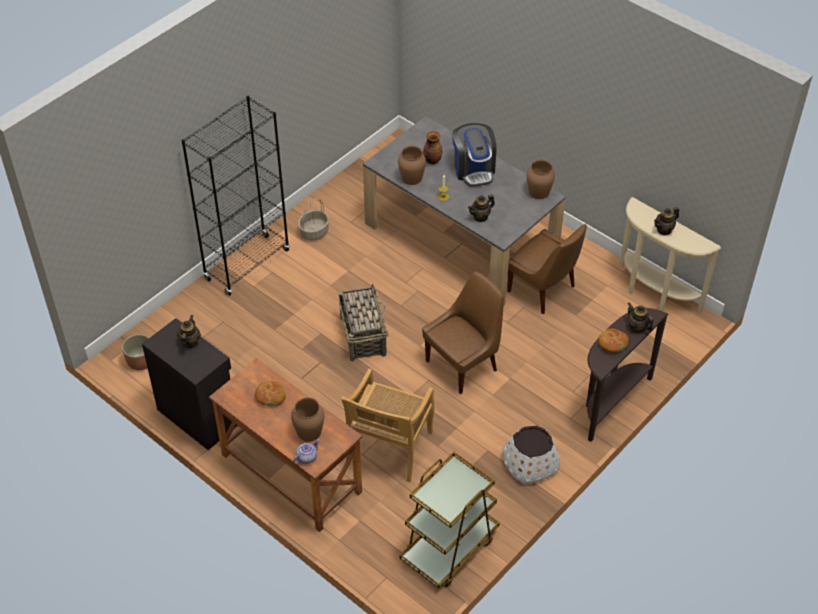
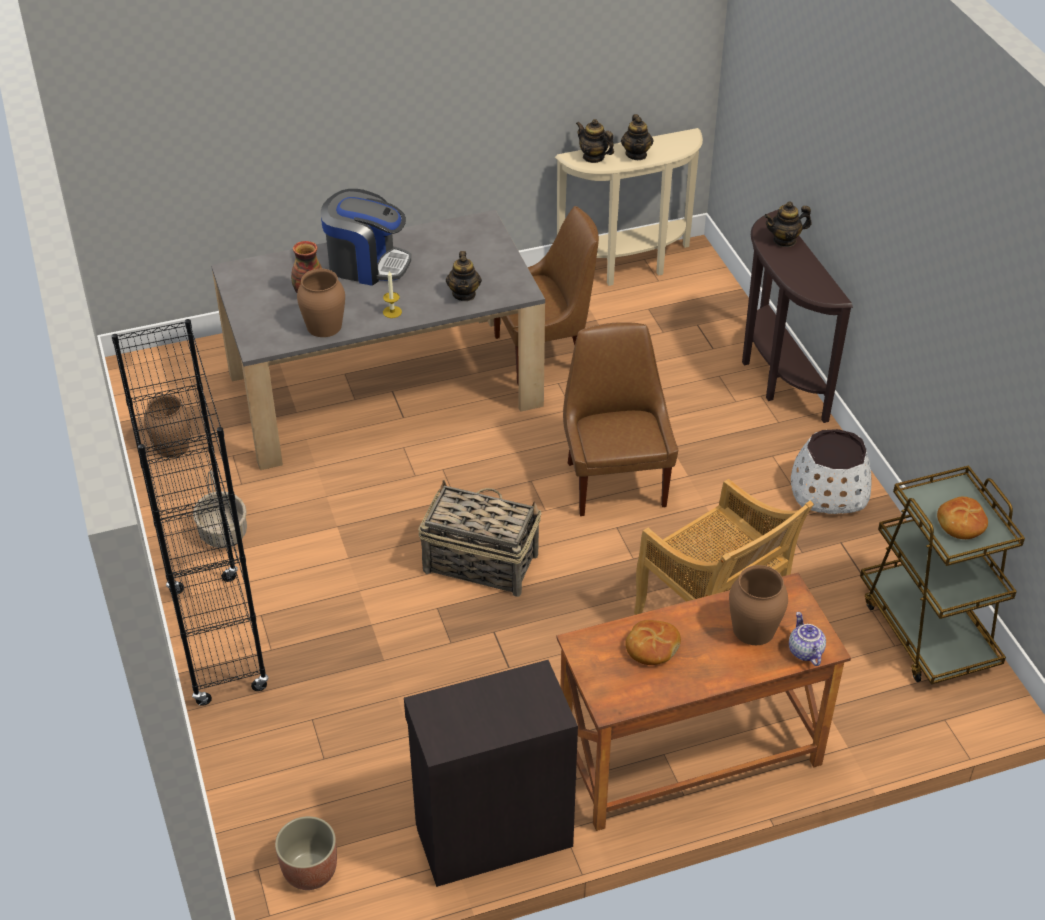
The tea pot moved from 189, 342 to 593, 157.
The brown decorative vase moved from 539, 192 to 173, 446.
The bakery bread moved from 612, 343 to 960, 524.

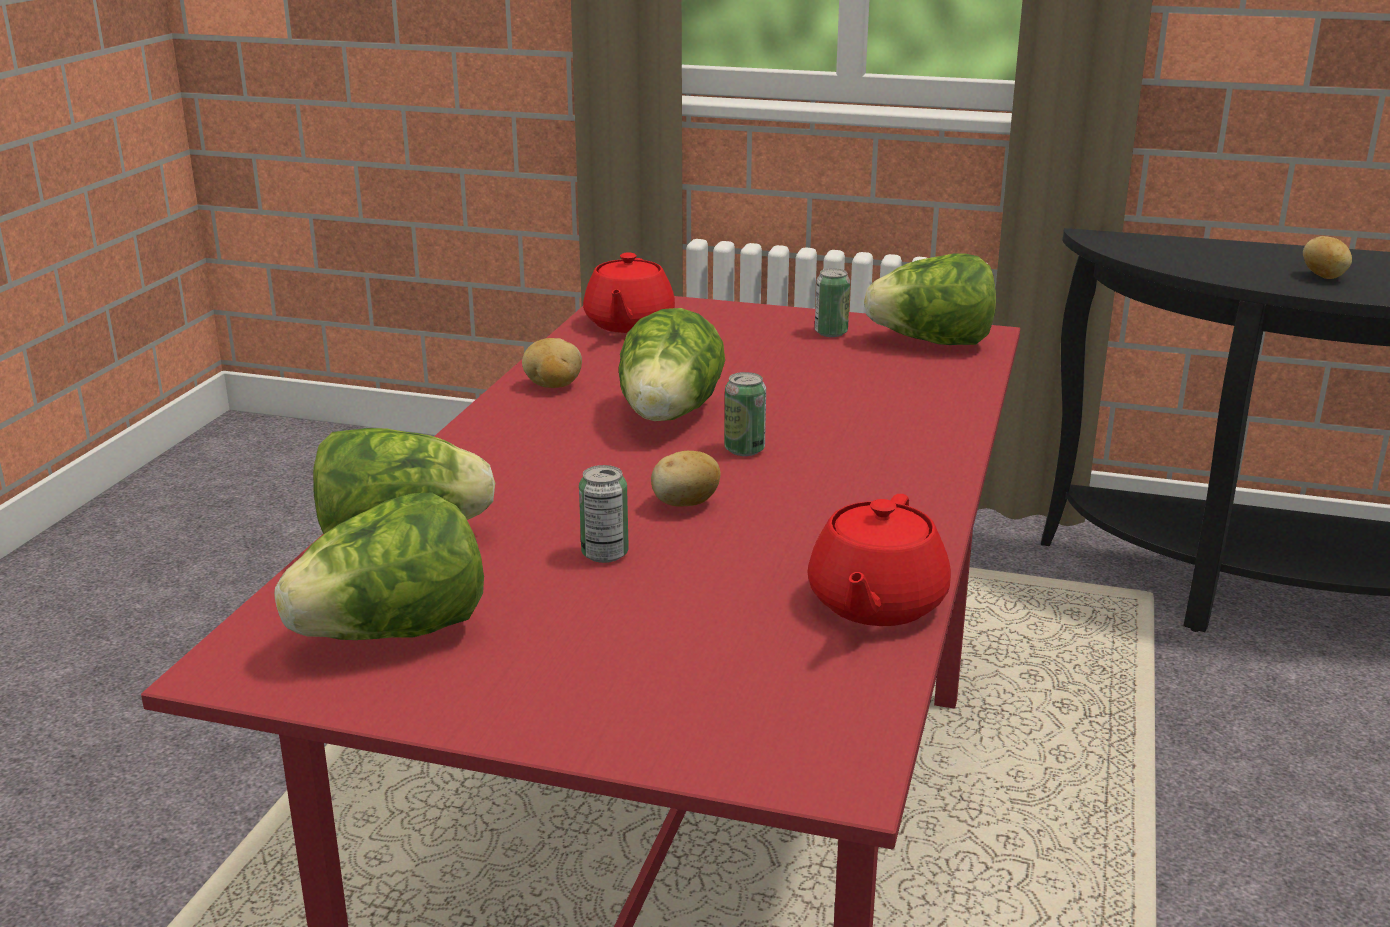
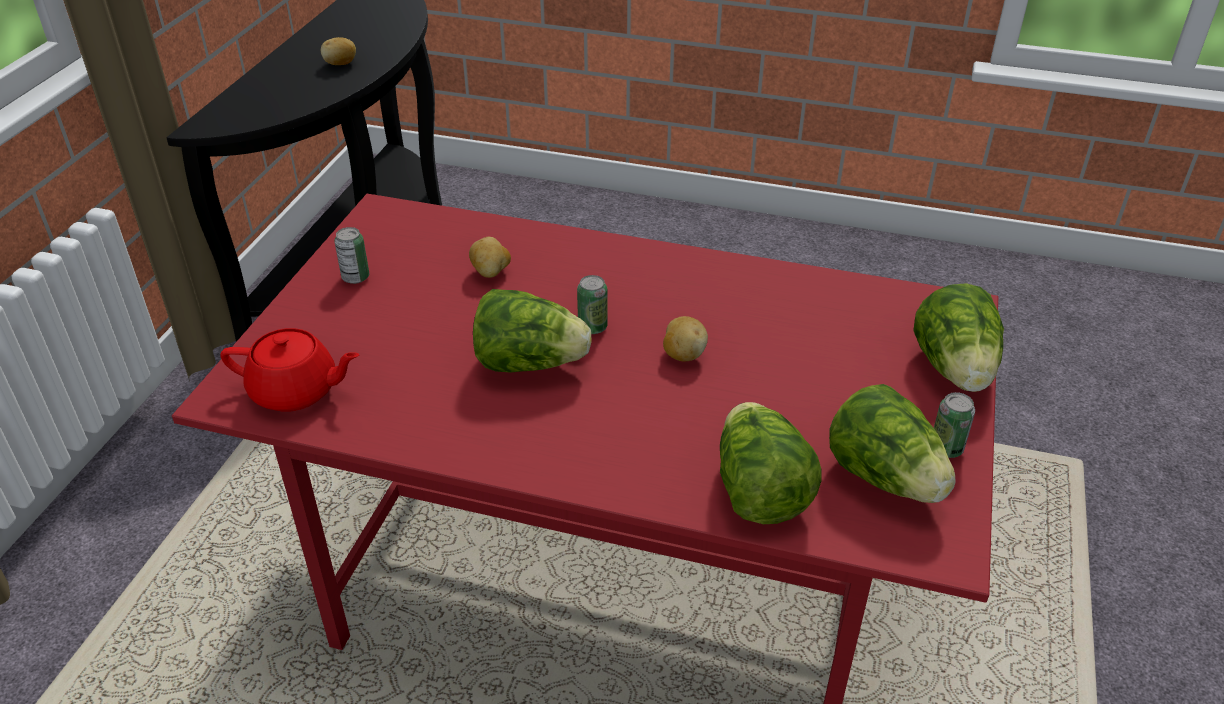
The potato moved from 552, 386 to 491, 272.
The can moved from 605, 554 to 946, 448.
The reddish tea pot at 875, 604 disappeared.
The lettuce head moved from 932, 342 to 955, 370.

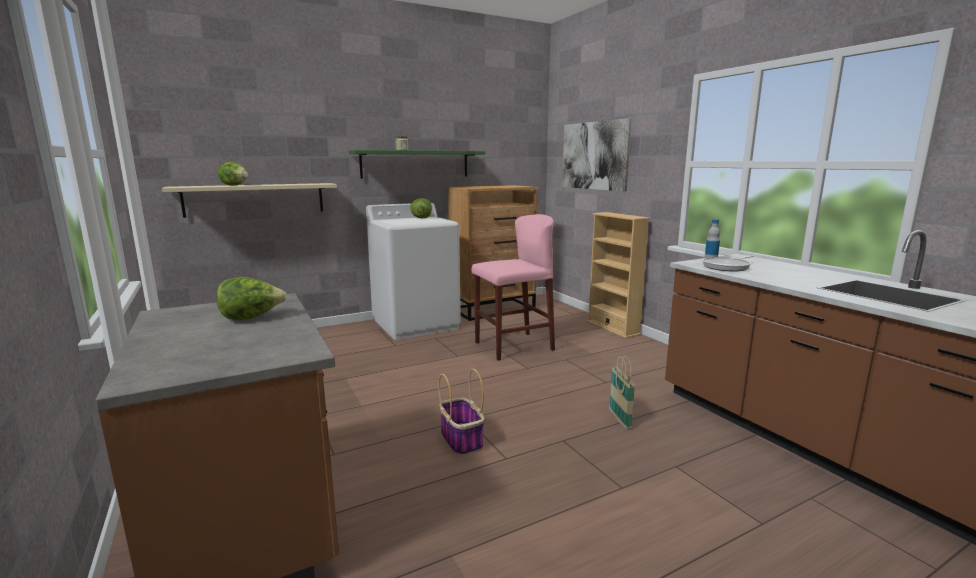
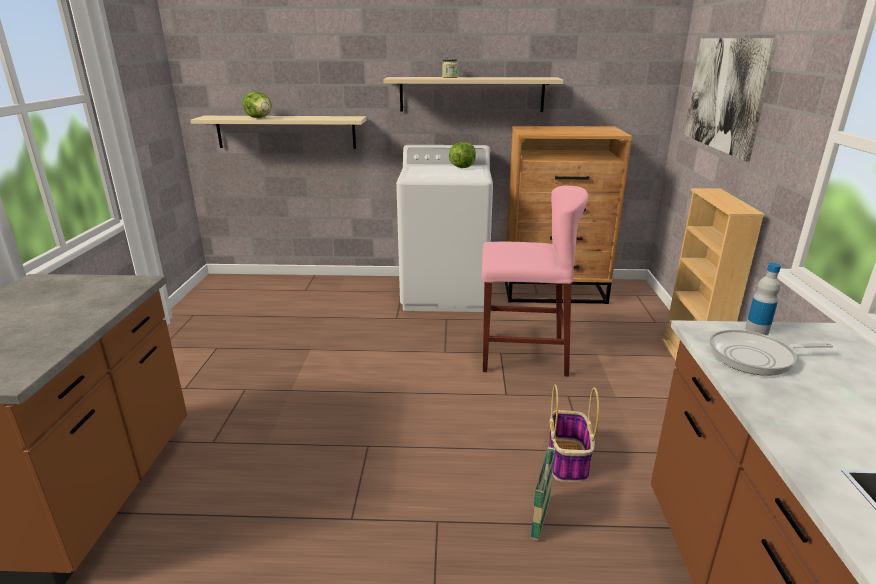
The lettuce head at 252, 318 disappeared.
The green bracket shelf at 415, 164 became the beige-coloured bracket shelf at 471, 94.
The household basket moved from 462, 440 to 568, 461.

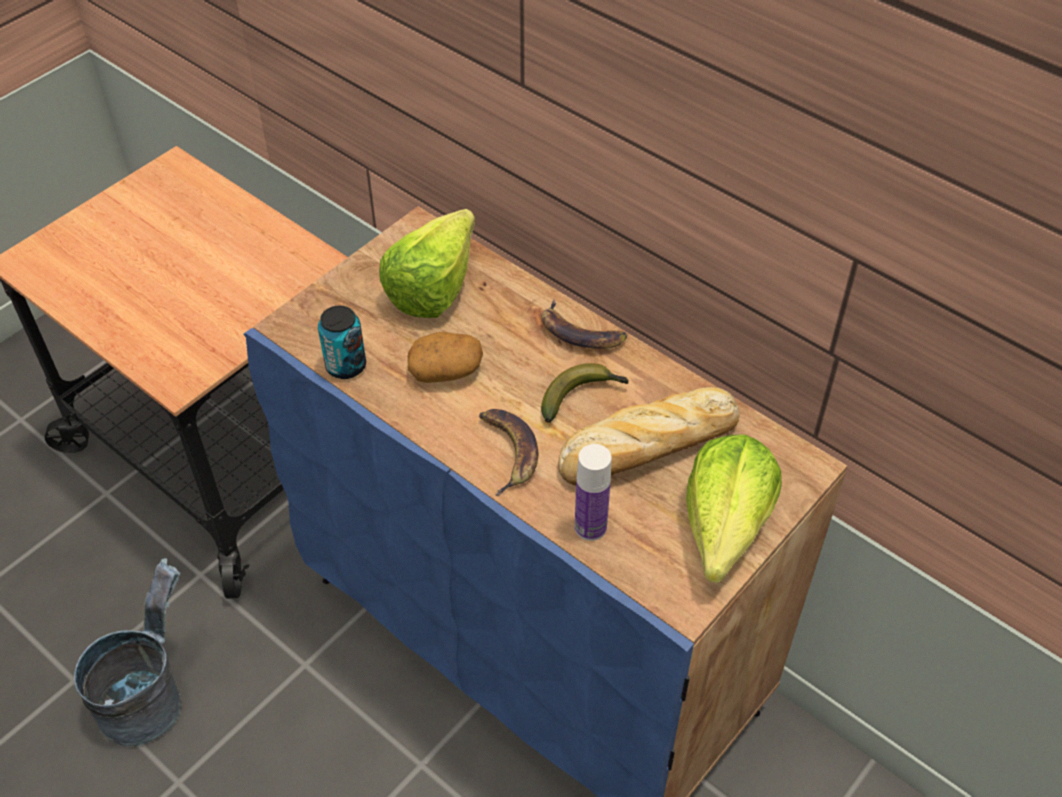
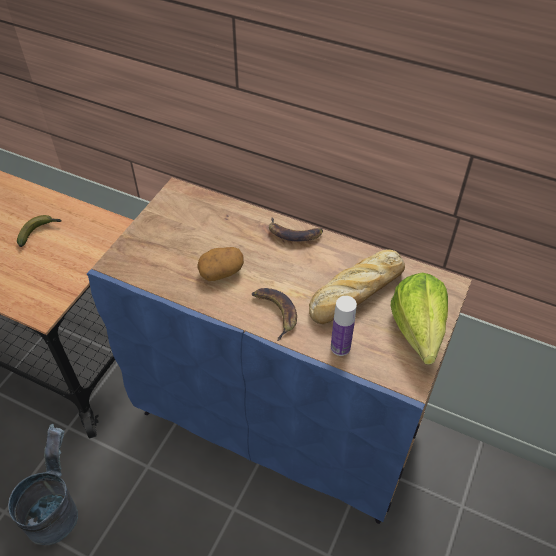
The can at 346, 366 disappeared.
The lettuce head at 441, 283 disappeared.
The banana moved from 582, 396 to 39, 232.

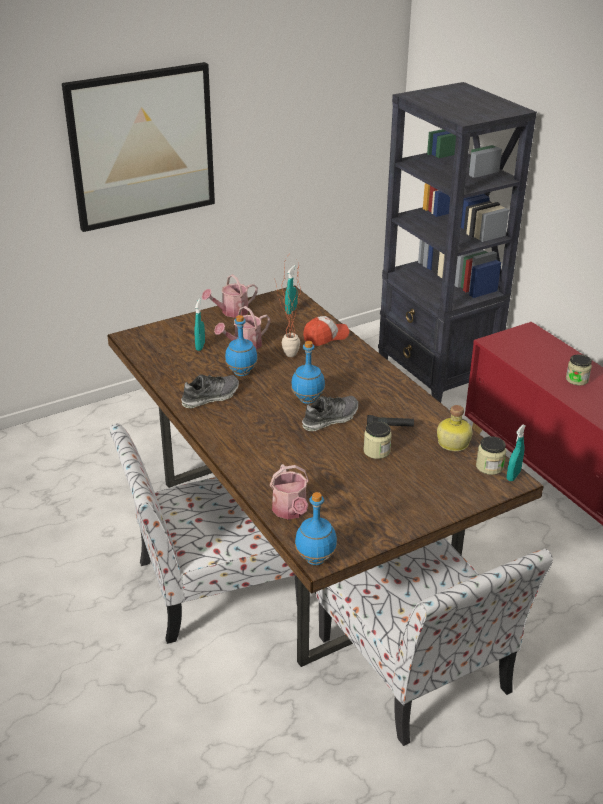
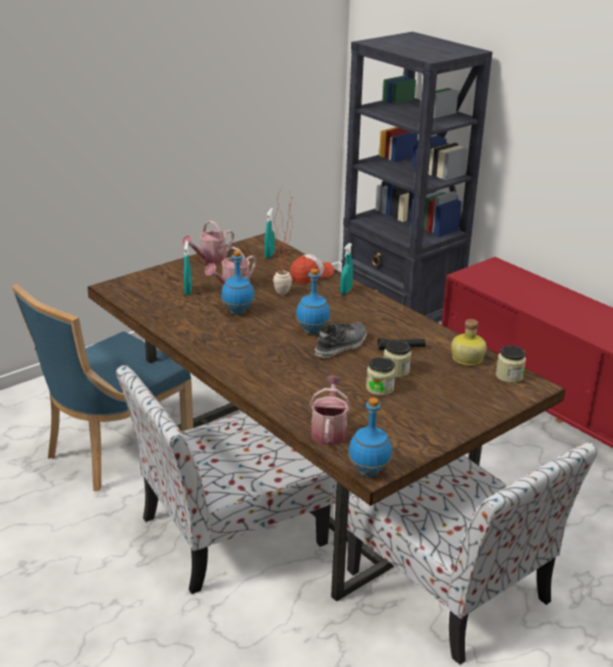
The wall art at 142, 146 disappeared.
The item of footwear at 210, 397 disappeared.
The watering pot at 291, 511 turned 150 degrees counterclockwise.
The turquoise spray bottle moved from 513, 476 to 346, 291.
The jar moved from 577, 379 to 379, 388.
The blue-coloured chair at 113, 451 appeared.

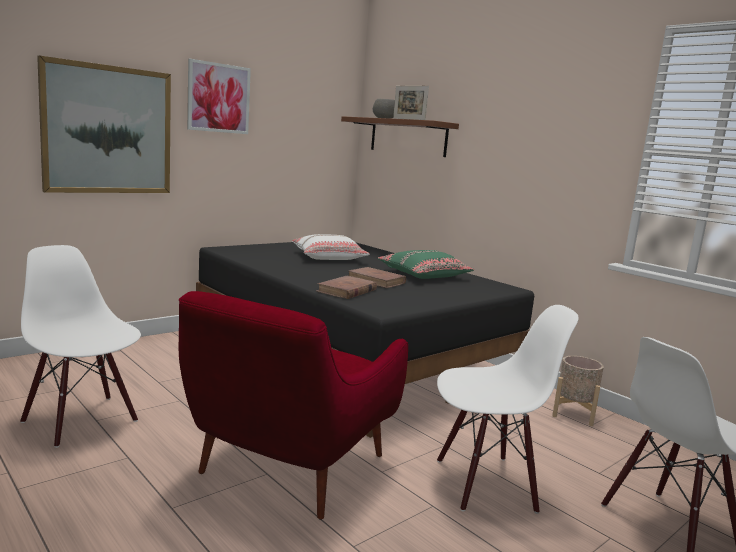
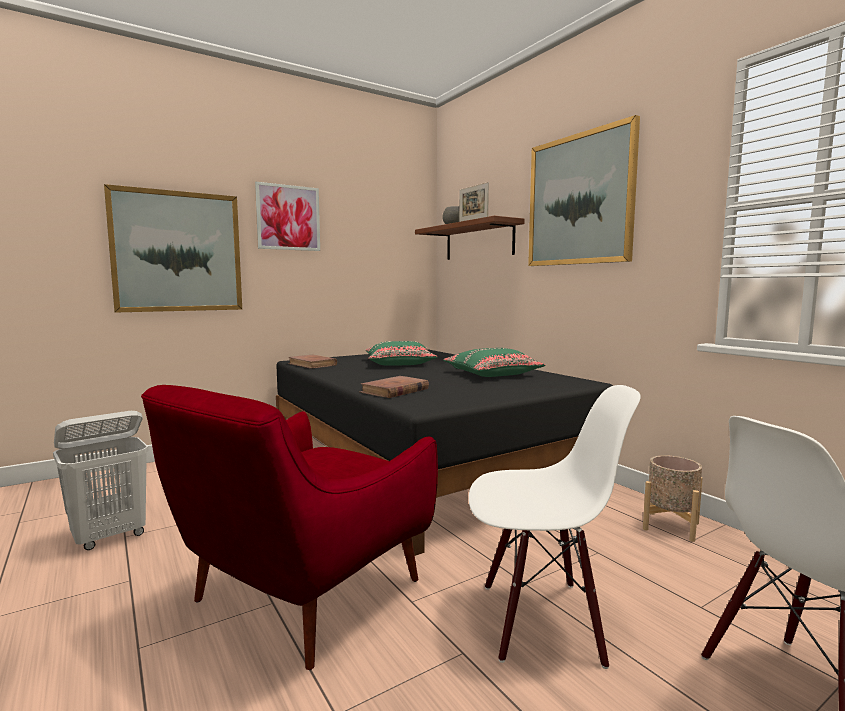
The whitish chair at 82, 420 was replaced by the whitish hamper at 110, 537.
The whitish pillow at 329, 257 became the green pillow at 400, 363.
The brown volume moved from 376, 281 to 312, 364.
The wall art at 579, 200 appeared.

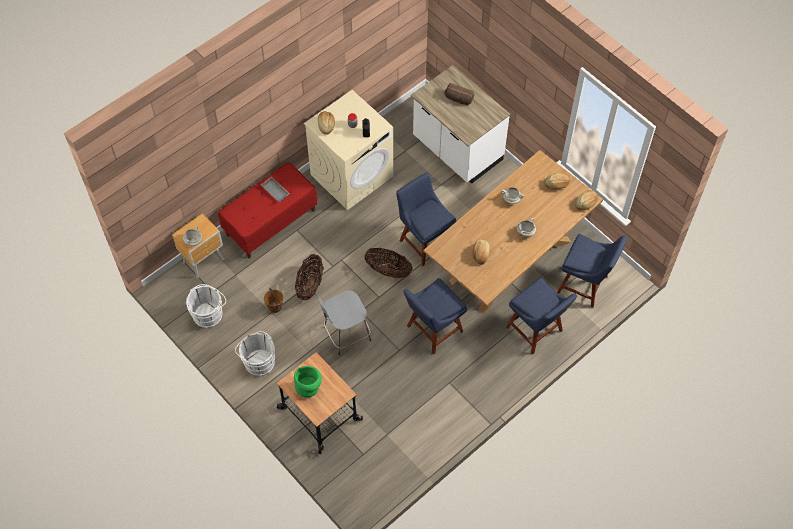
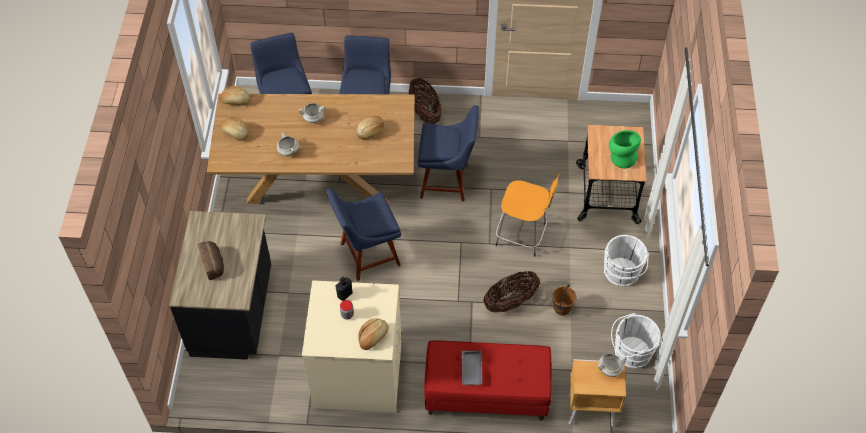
The grey stool seat at 345, 334 became the orange stool seat at 522, 235.
The household basket moved from 388, 270 to 425, 112.
The blue-coloured chair at 424, 241 turned 60 degrees clockwise.
The whitish kitchen base unit at 456, 150 became the blackish kitchen base unit at 234, 312.

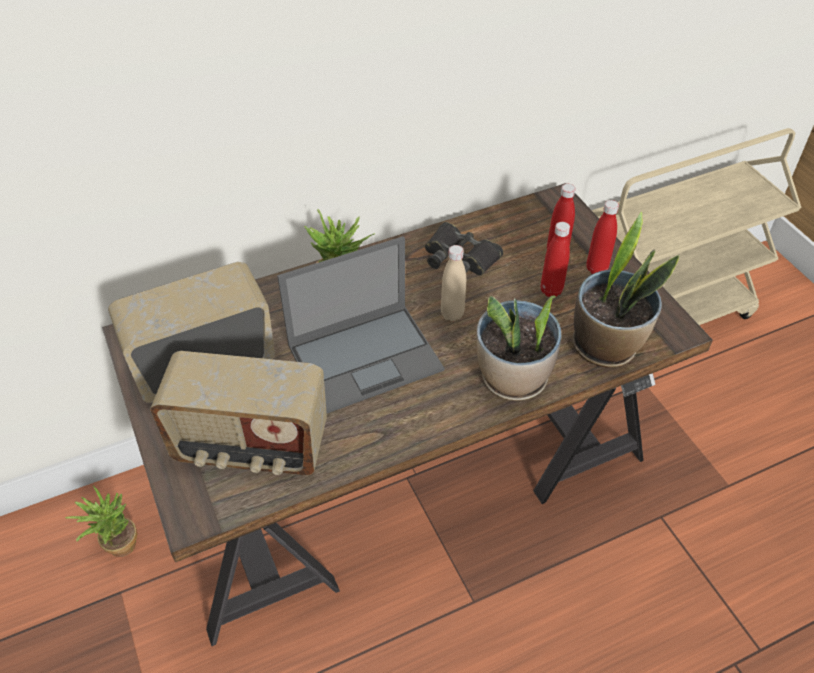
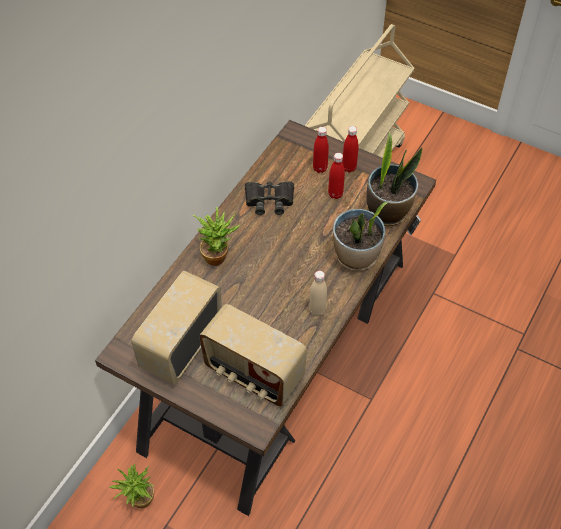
The radio at 251, 447 turned 60 degrees clockwise.
The notebook computer at 366, 357 disappeared.
The beige-coloured drink bottle moved from 452, 314 to 317, 310.

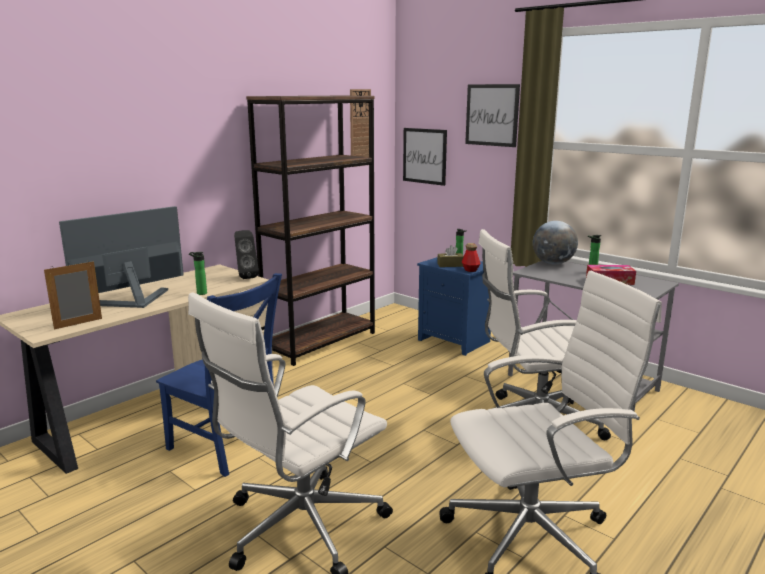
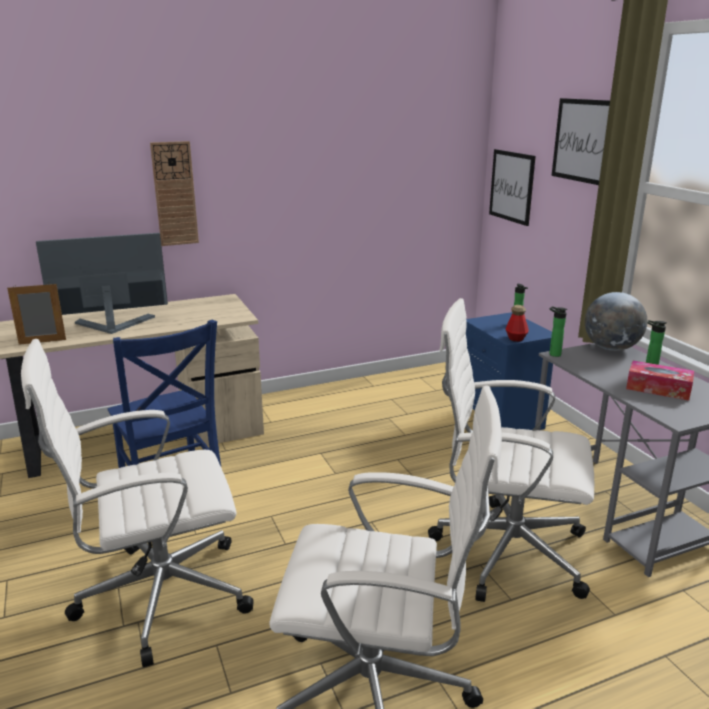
The drink bottle moved from 200, 293 to 553, 354.
The blackish speaker at 246, 277 disappeared.
The brown bookshelf at 321, 342 disappeared.
The clock on the wall moved from 360, 128 to 175, 194.
The brown tissue box at 450, 265 disappeared.

